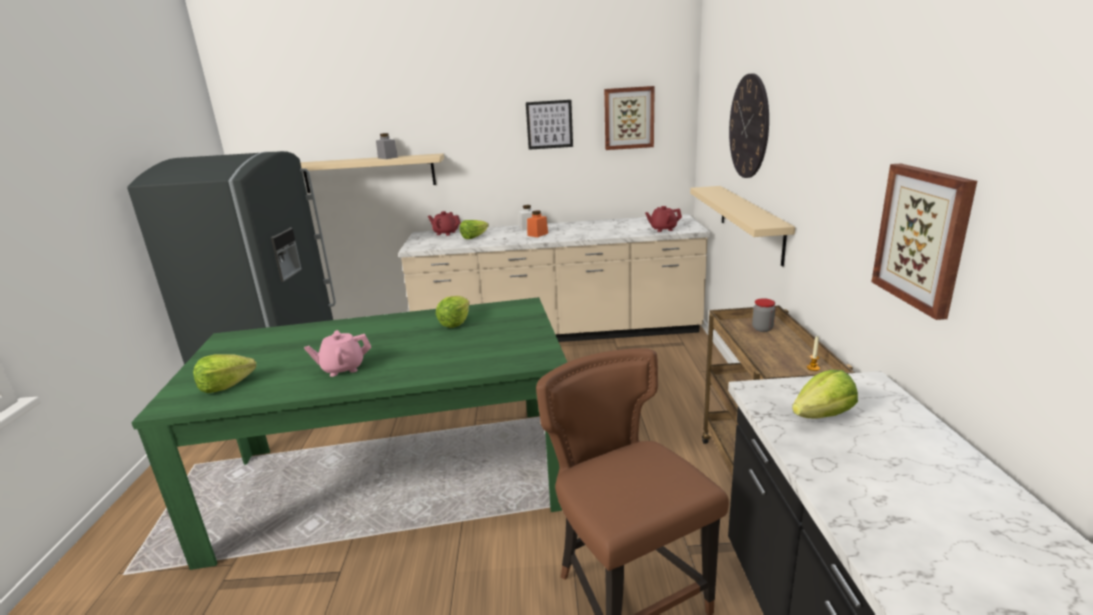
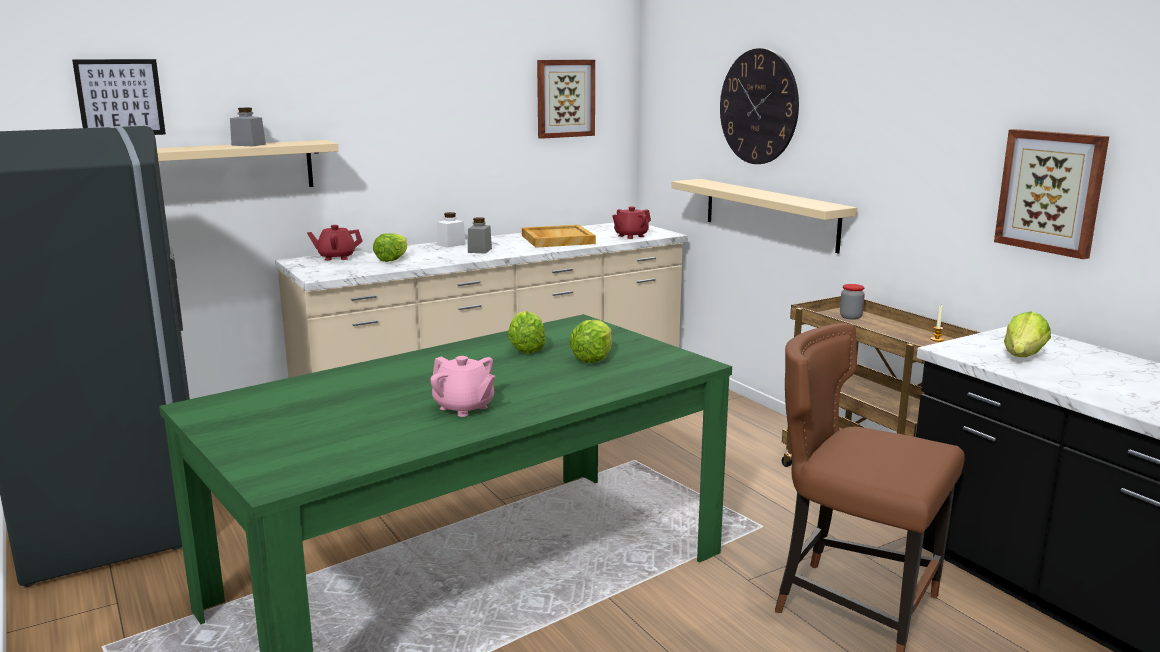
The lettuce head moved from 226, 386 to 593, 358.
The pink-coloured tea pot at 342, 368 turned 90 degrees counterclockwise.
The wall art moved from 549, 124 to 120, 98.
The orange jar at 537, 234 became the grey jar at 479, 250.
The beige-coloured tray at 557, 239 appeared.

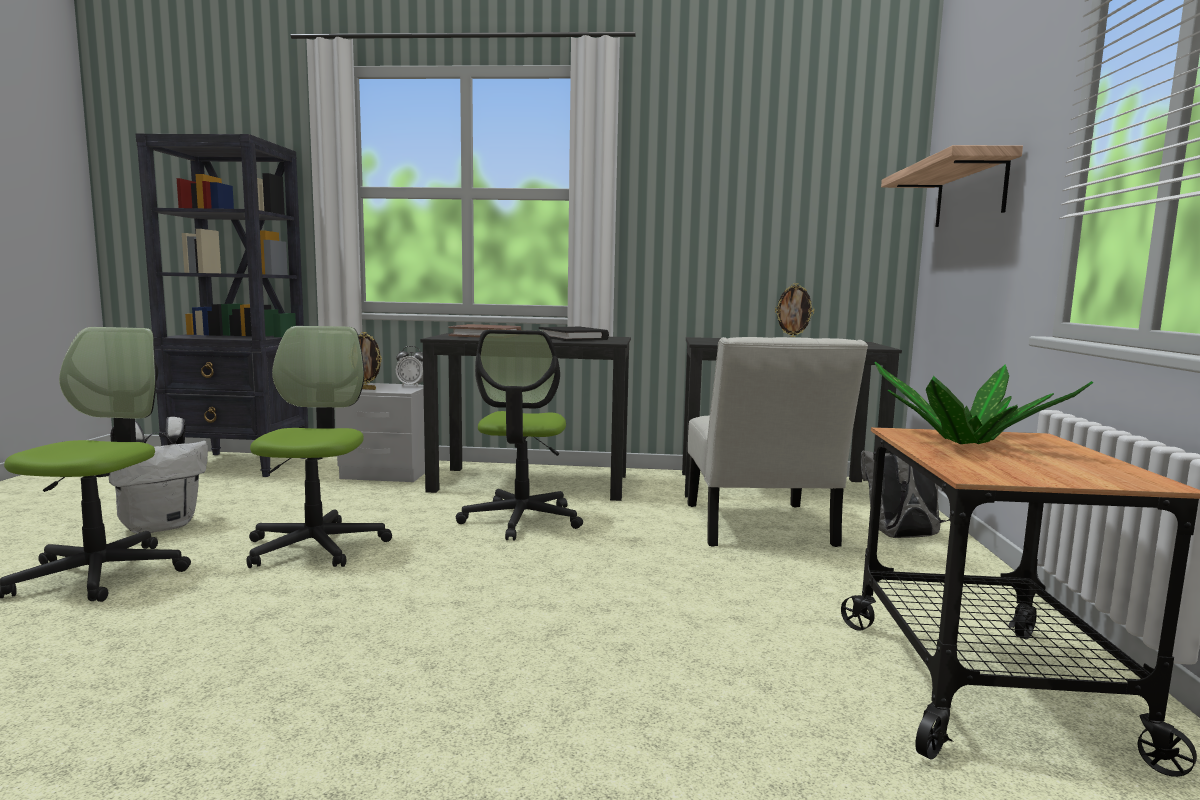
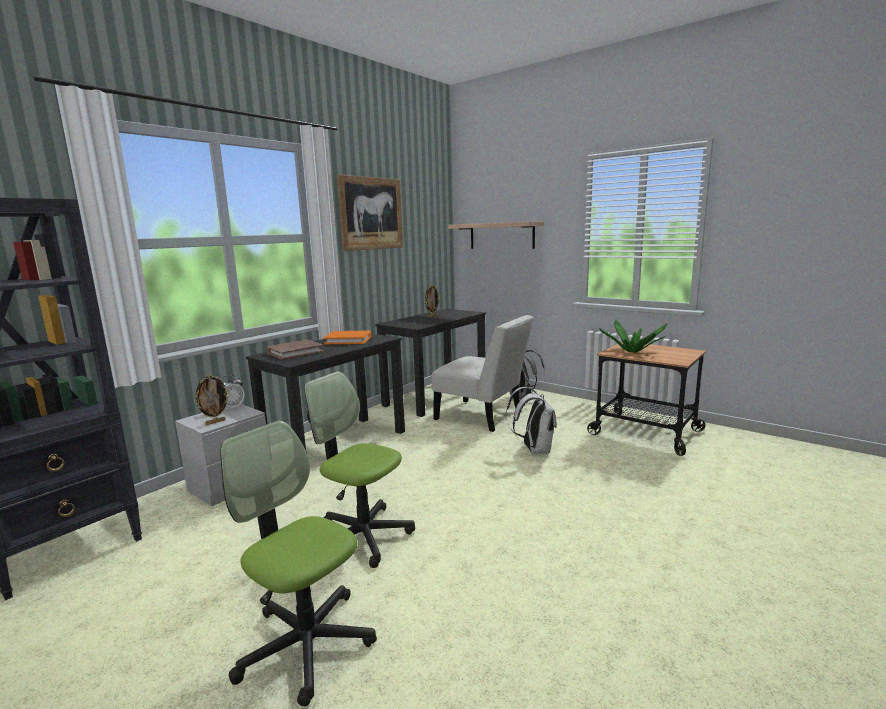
The whitish rucksack moved from 160, 526 to 534, 449.
The desk chair at 521, 520 disappeared.
The blackish volume at 573, 338 became the orange volume at 348, 340.
The wall art at 371, 213 appeared.

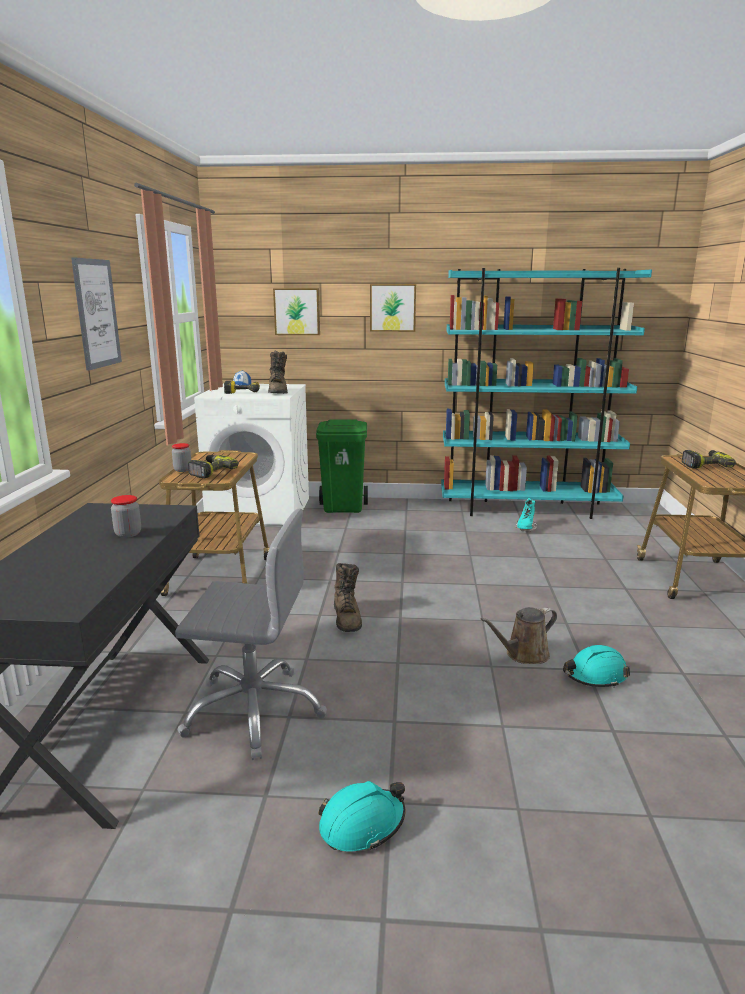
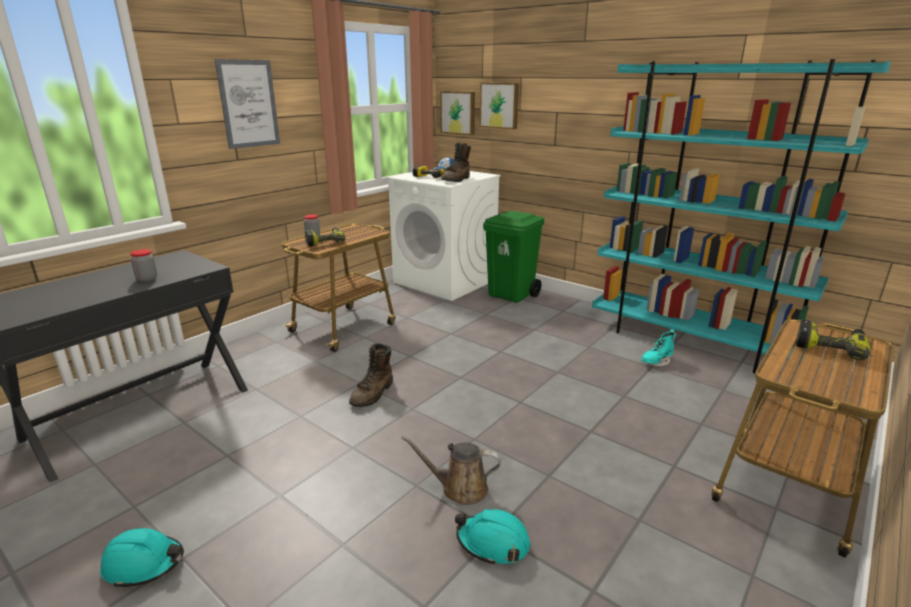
The grey desk chair at 254, 711 disappeared.
The wall art moved from 393, 307 to 458, 112.

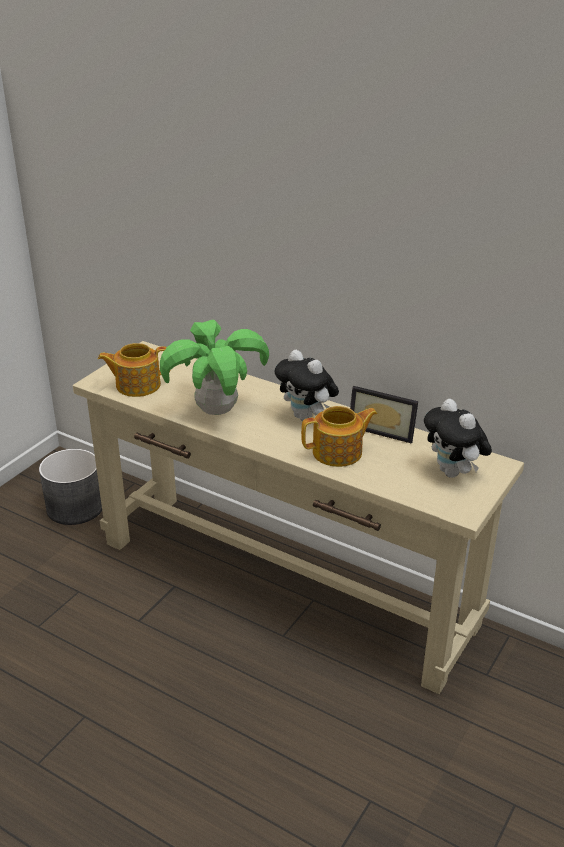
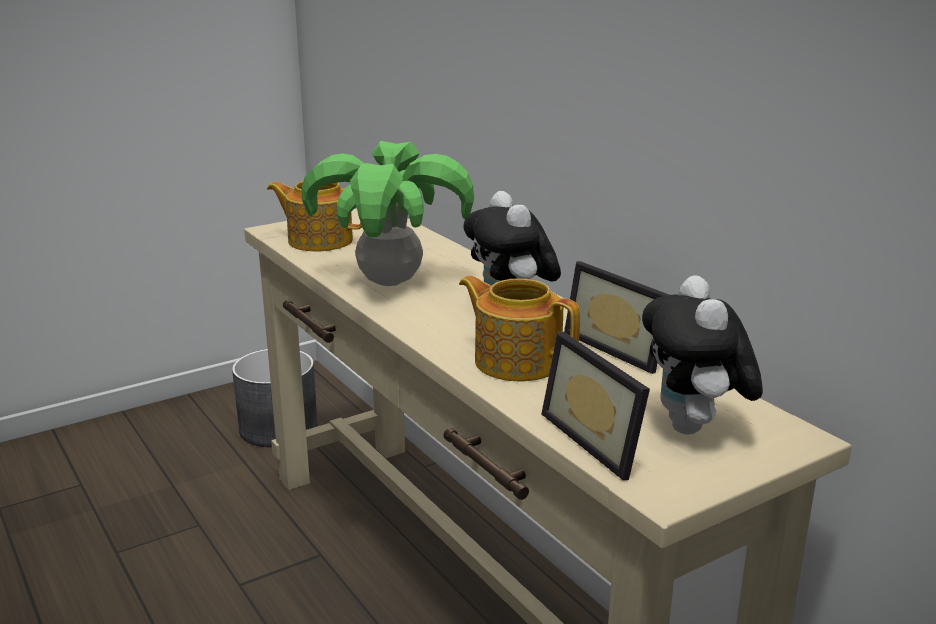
The tea pot at 338, 452 turned 150 degrees counterclockwise.
The picture frame at 602, 440 appeared.

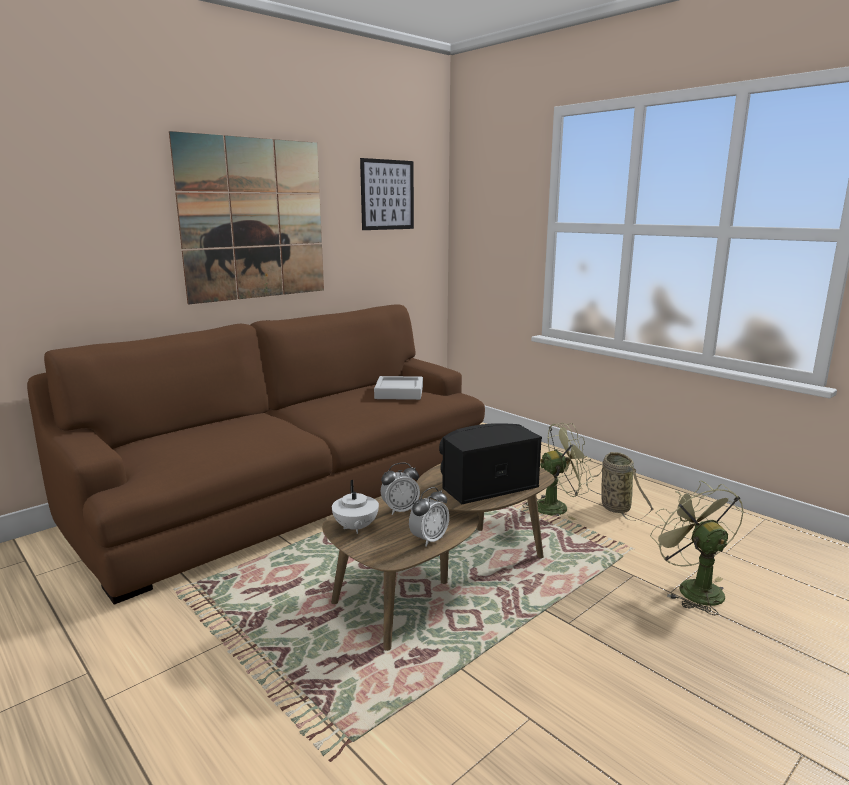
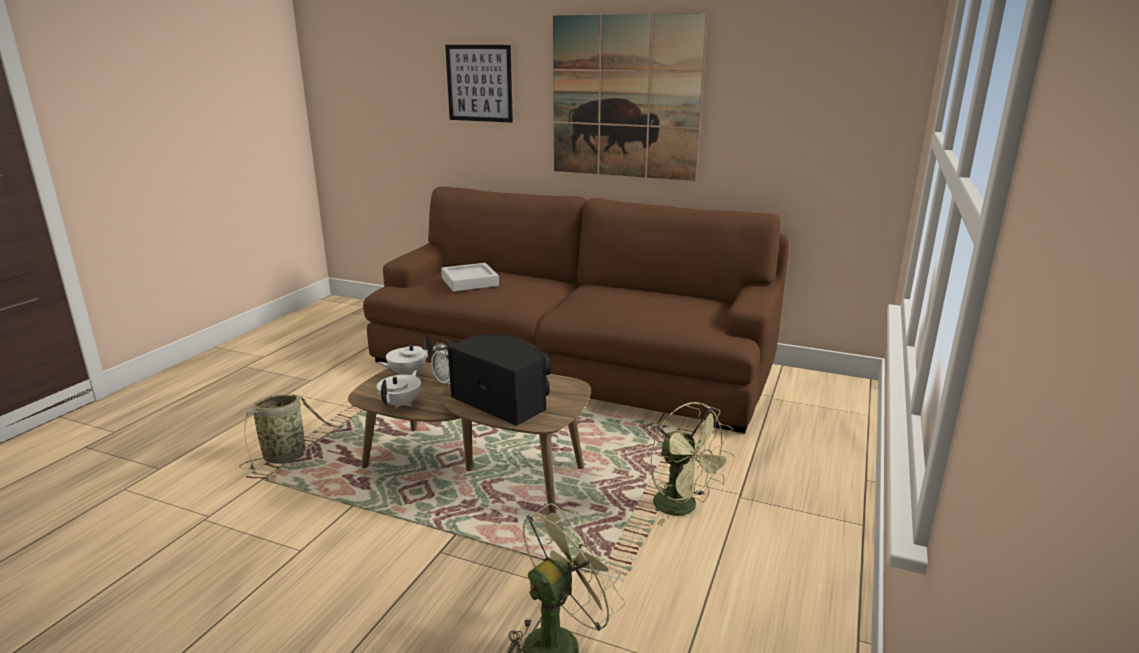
The wall art moved from 387, 195 to 479, 83.
The grey tray moved from 399, 392 to 470, 282.
The table clock at 429, 539 was replaced by the whitish tea pot at 401, 404.
The household basket moved from 614, 506 to 288, 455.

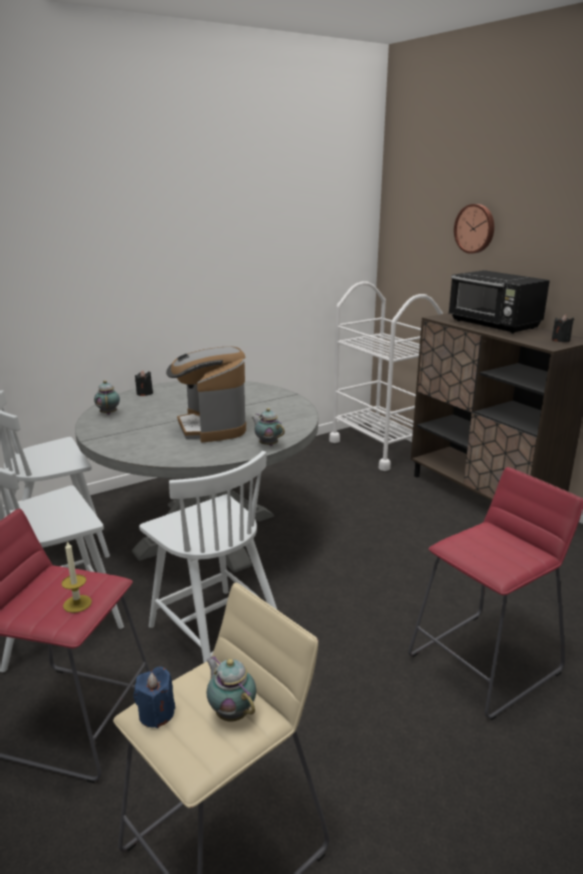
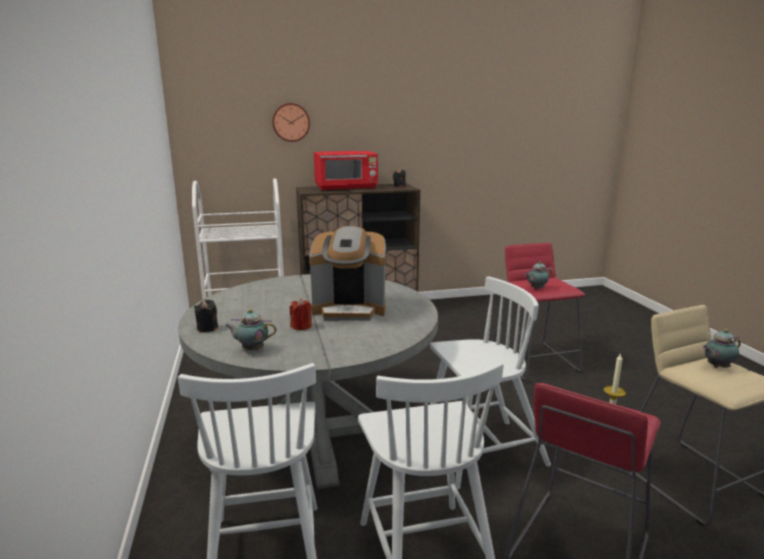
The blue-coloured wax candle at 156, 714 disappeared.
The tea pot moved from 268, 444 to 536, 289.
The blackish kitchen microwave at 494, 325 became the reddish kitchen microwave at 346, 188.
The reddish wax candle at 301, 326 appeared.

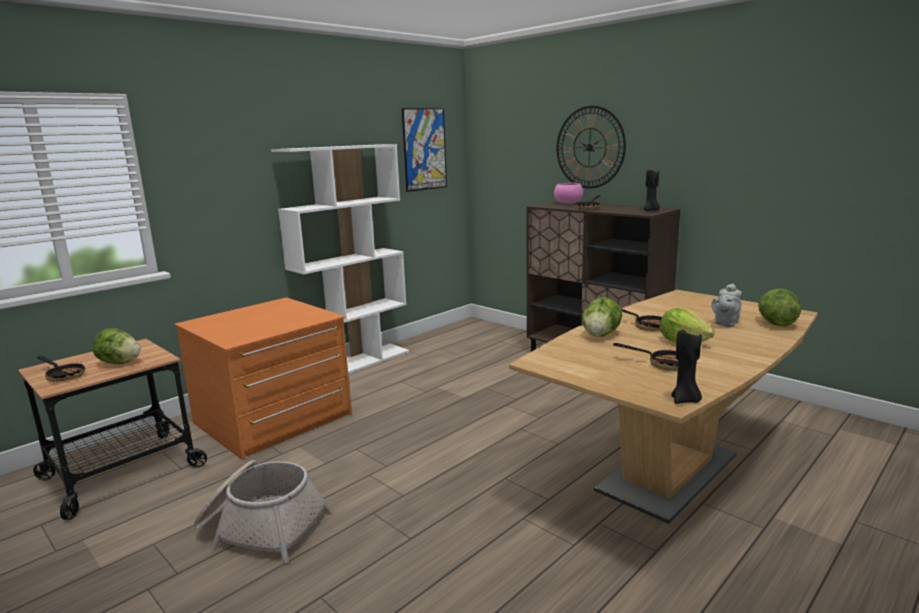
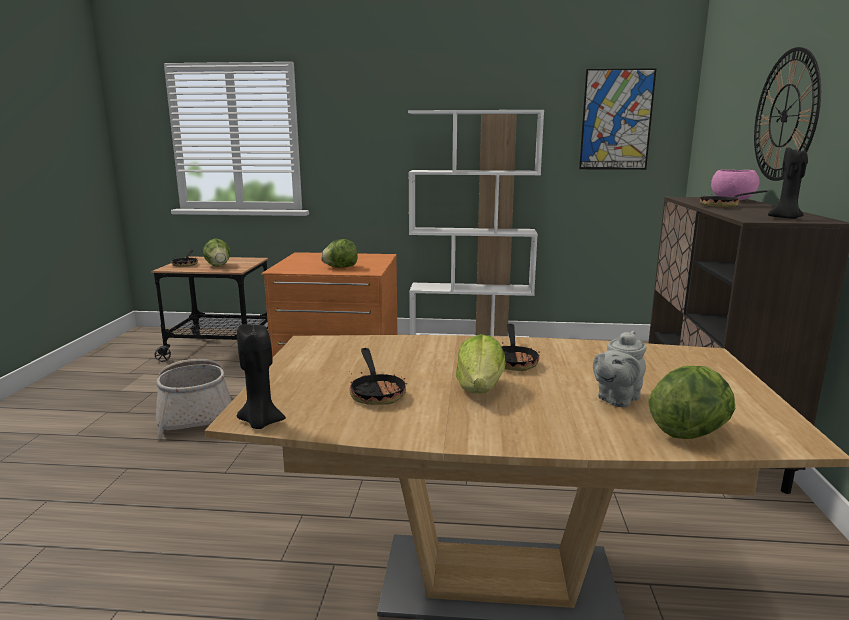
The lettuce head moved from 601, 335 to 340, 267.
The grey tea pot at 725, 323 turned 45 degrees counterclockwise.

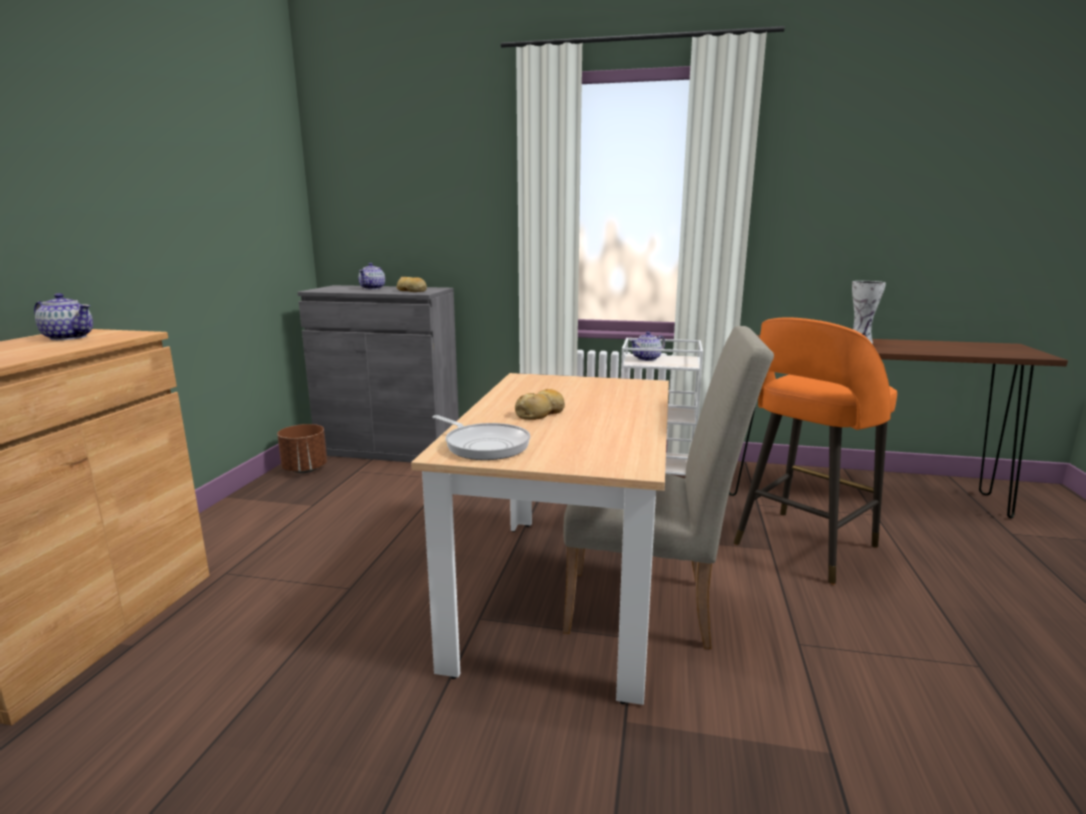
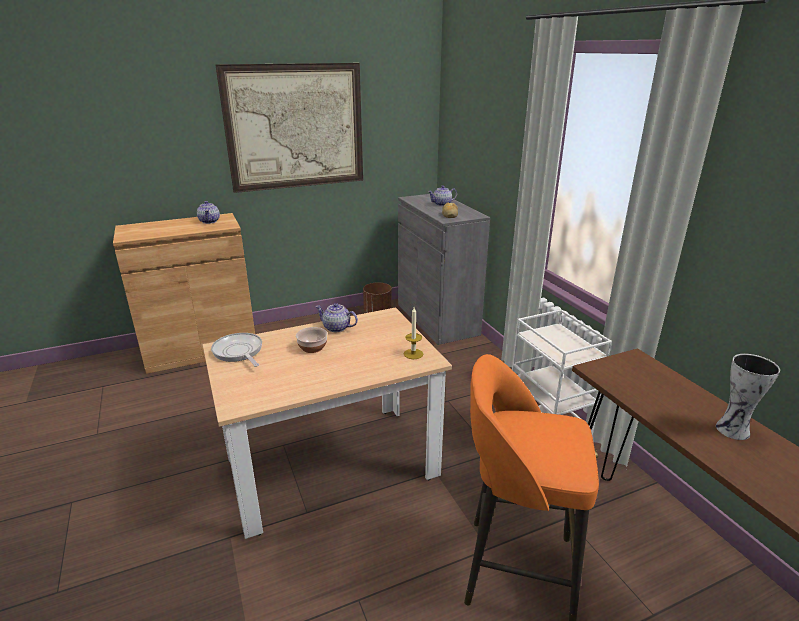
The frying pan at 484, 445 turned 135 degrees clockwise.
The bakery bread at 541, 413 was replaced by the serving bowl at 312, 347.
The beige-coloured chair at 651, 608 disappeared.
The tea pot moved from 647, 359 to 337, 328.
The wall art at 295, 127 appeared.
The wax candle at 413, 354 appeared.

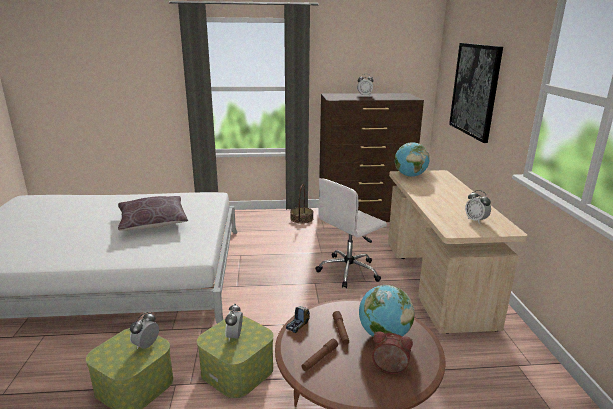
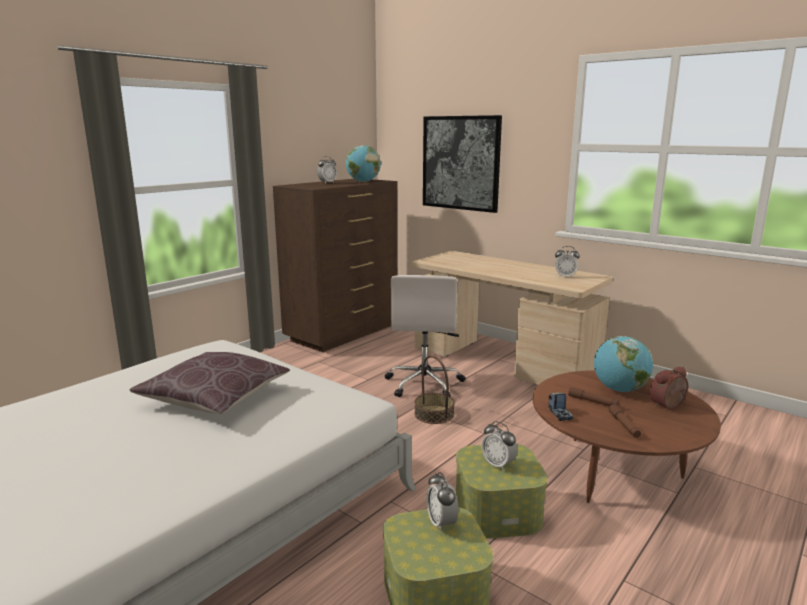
The household basket moved from 301, 219 to 434, 414.
The world globe moved from 410, 176 to 363, 181.

